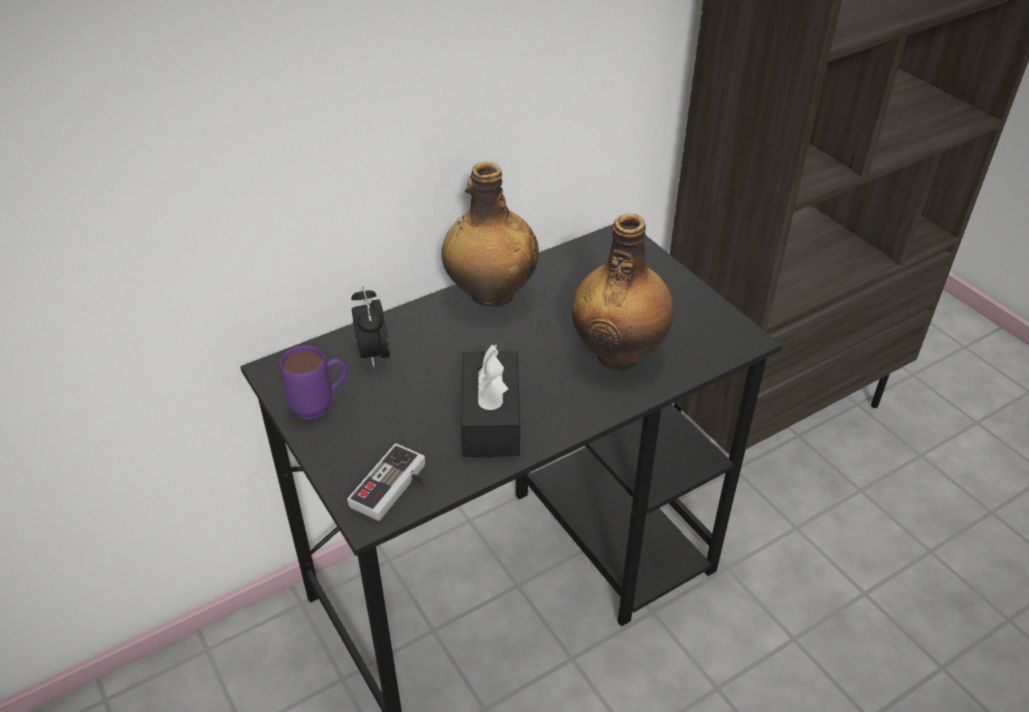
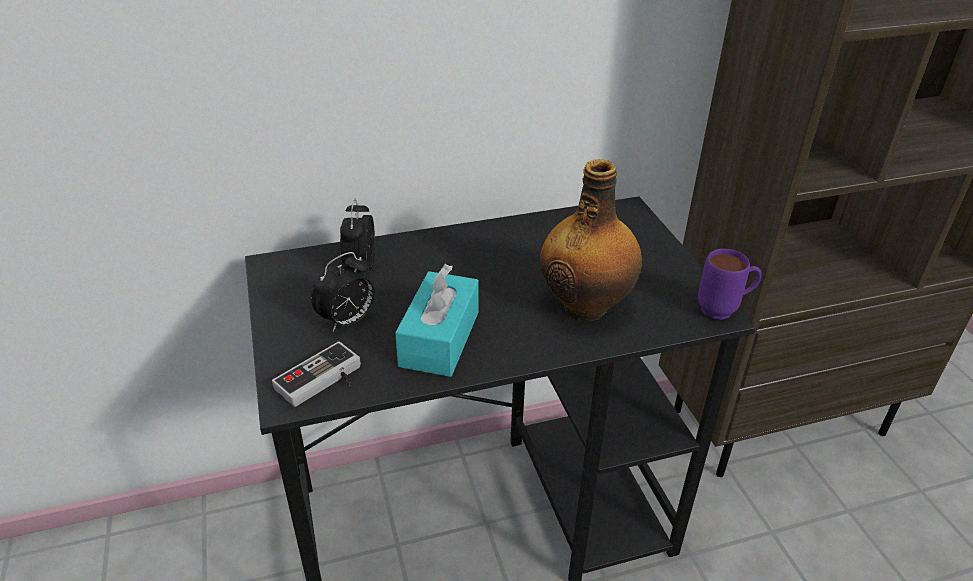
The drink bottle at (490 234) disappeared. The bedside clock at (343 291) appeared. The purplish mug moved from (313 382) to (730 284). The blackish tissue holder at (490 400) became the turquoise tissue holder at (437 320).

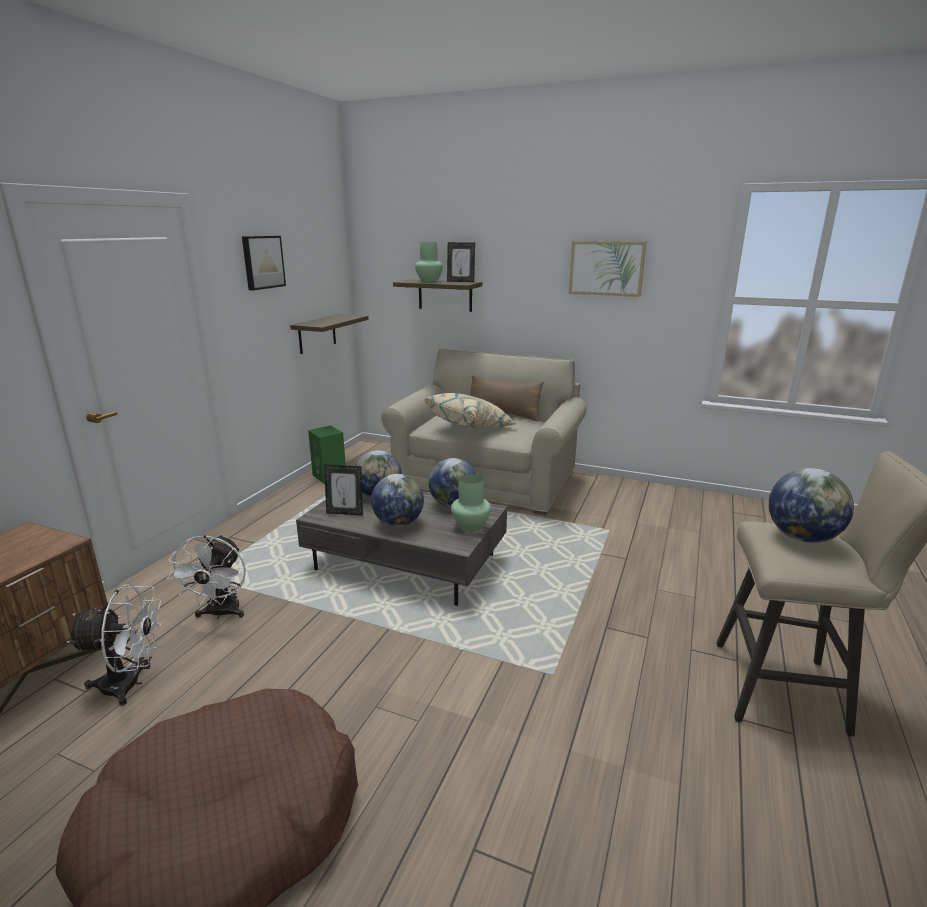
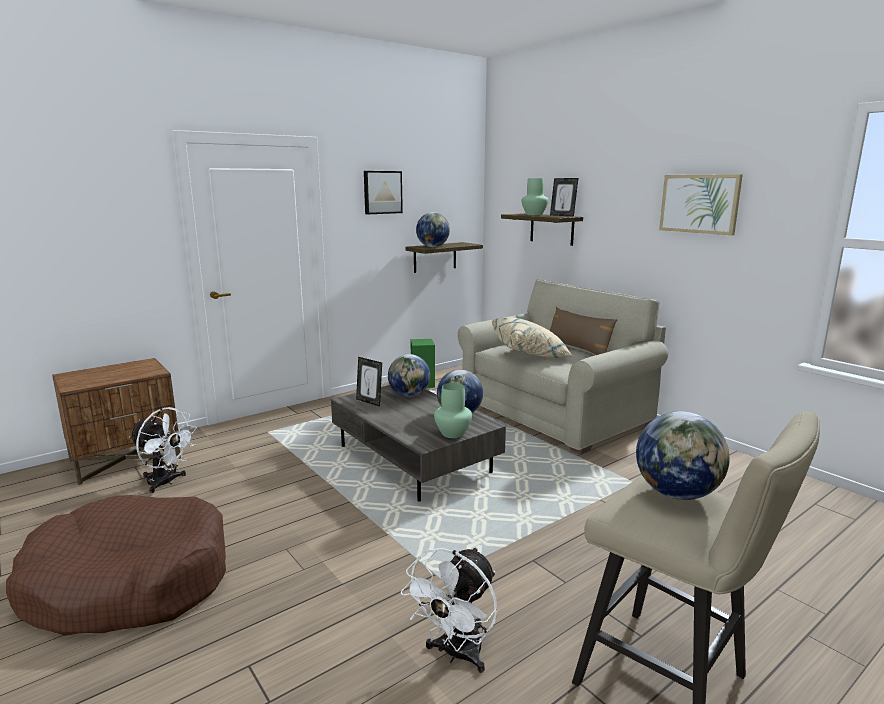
The whitish cooling fan moved from (206 577) to (449 610). The globe moved from (397 500) to (433 229).

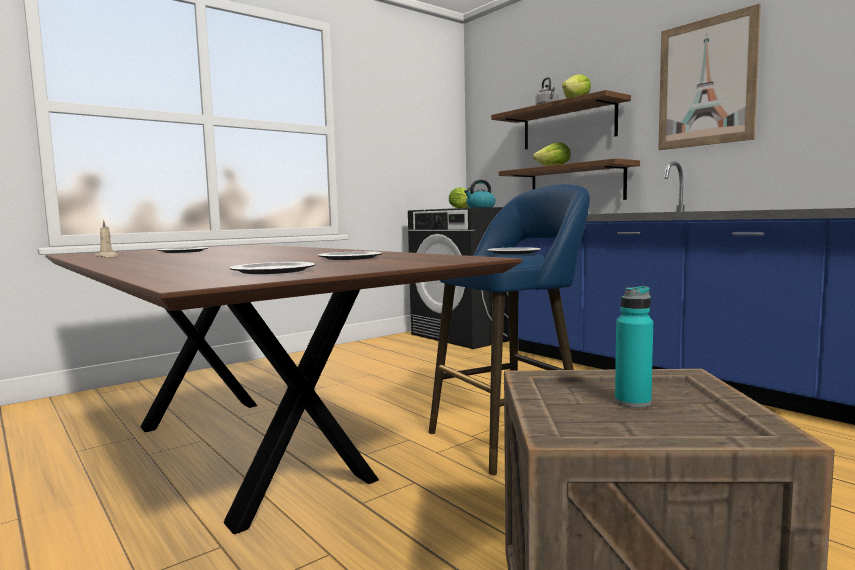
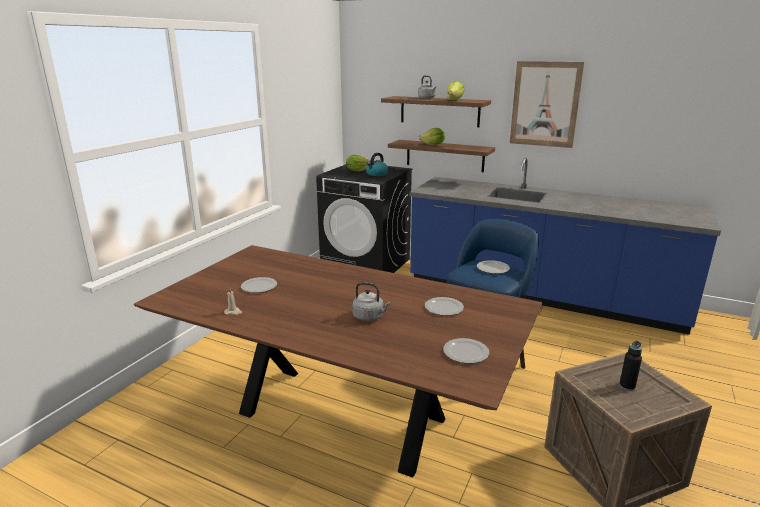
The greyish tea kettle at (371 301) appeared. The turquoise drink bottle at (634 347) became the blackish drink bottle at (630 366).

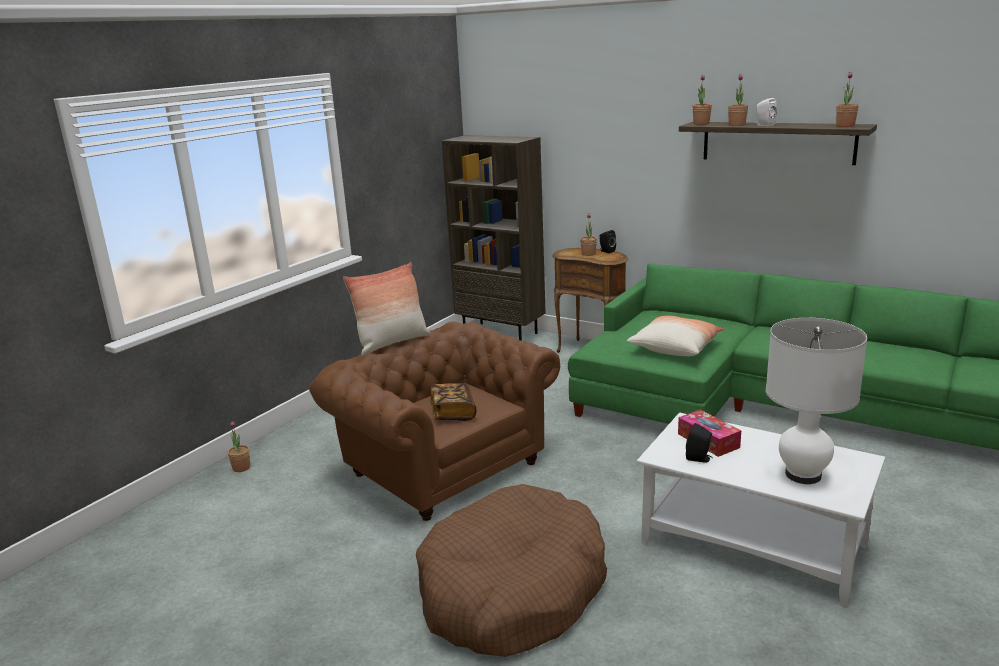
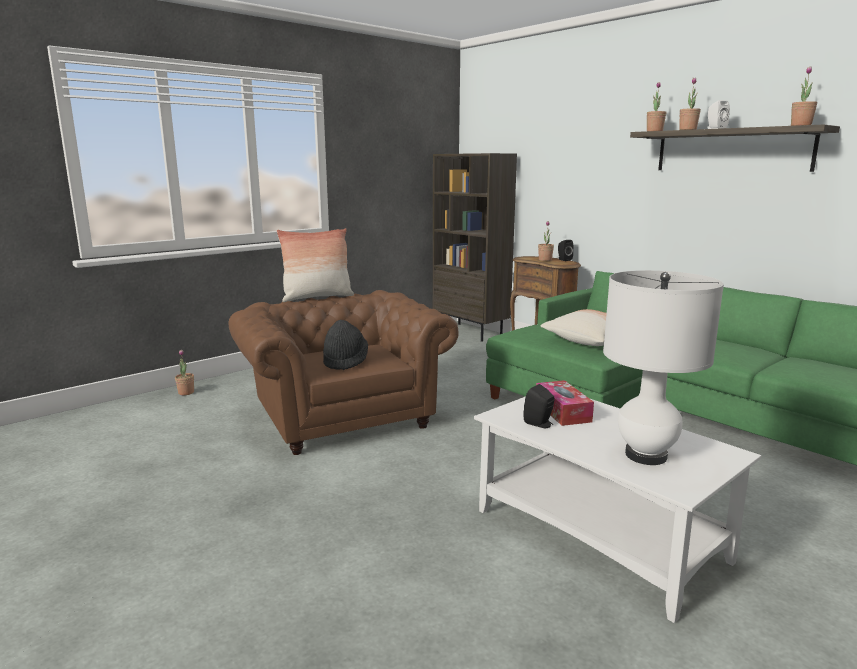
The brown-coloured pet bed at (511 570) disappeared. The volume at (453 402) was replaced by the blackish hat at (345 345).

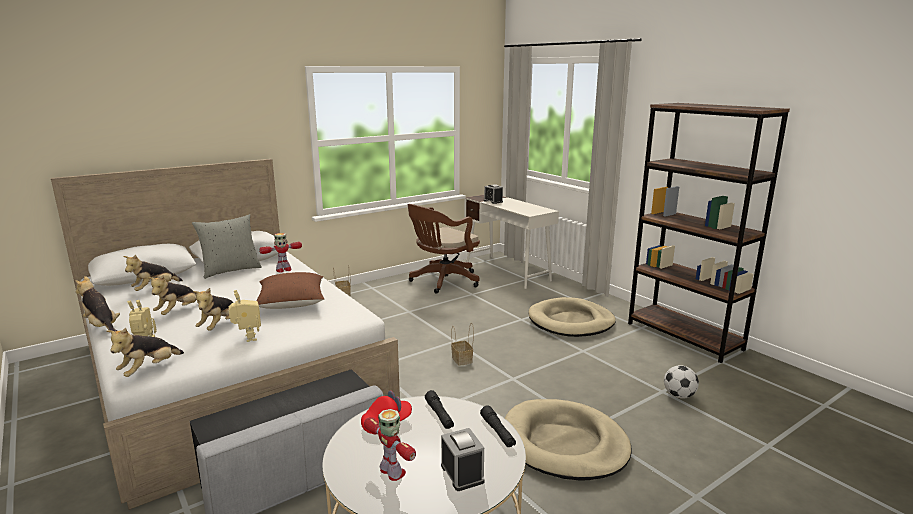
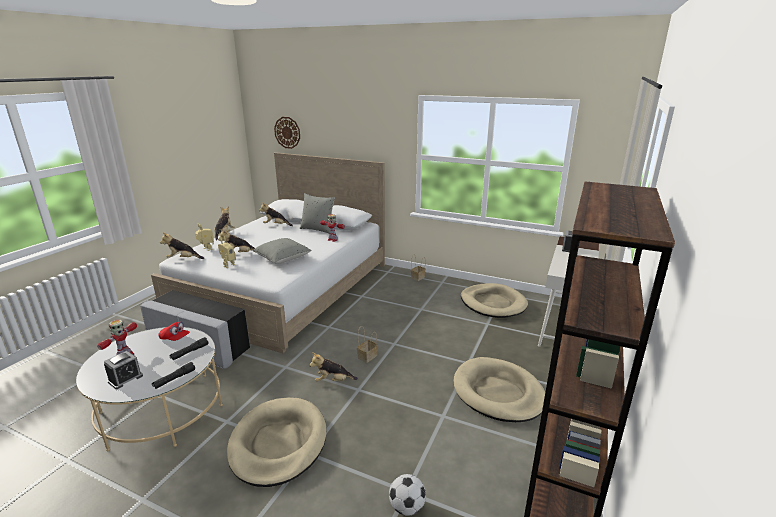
The wall clock at (287 133) appeared. The soft toy moved from (172 295) to (333 367). The brown-coloured desk chair at (444 249) was replaced by the beige-coloured pet bed at (494 300). The brown-coloured pillow at (290 290) became the greyish pillow at (282 250).

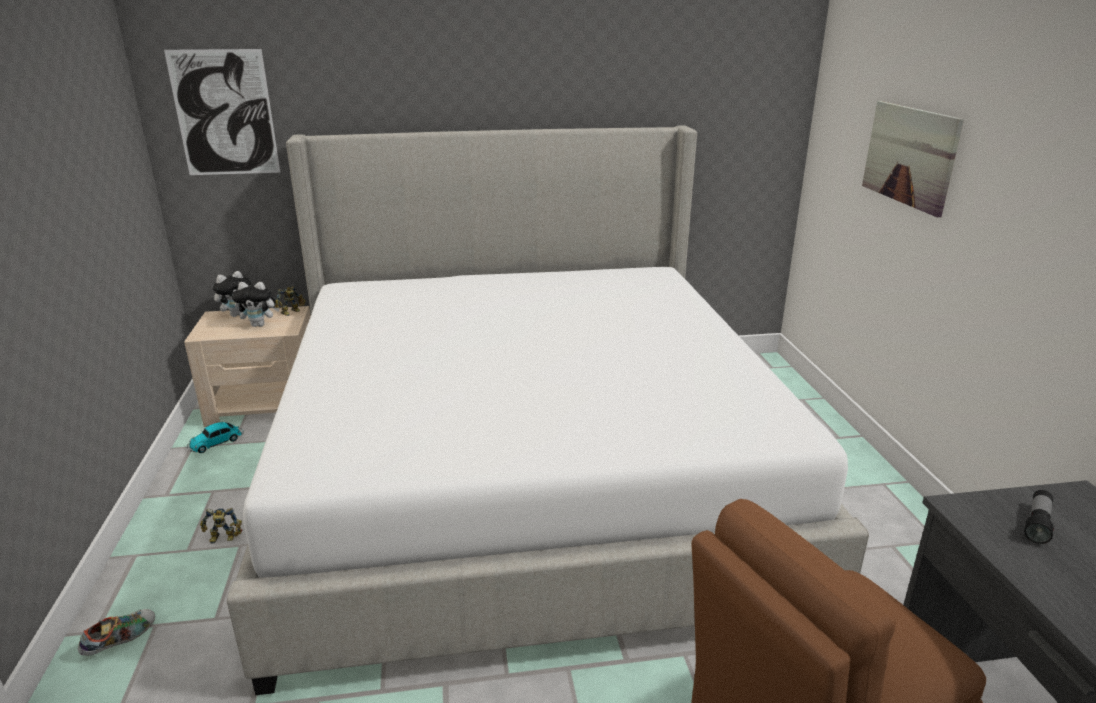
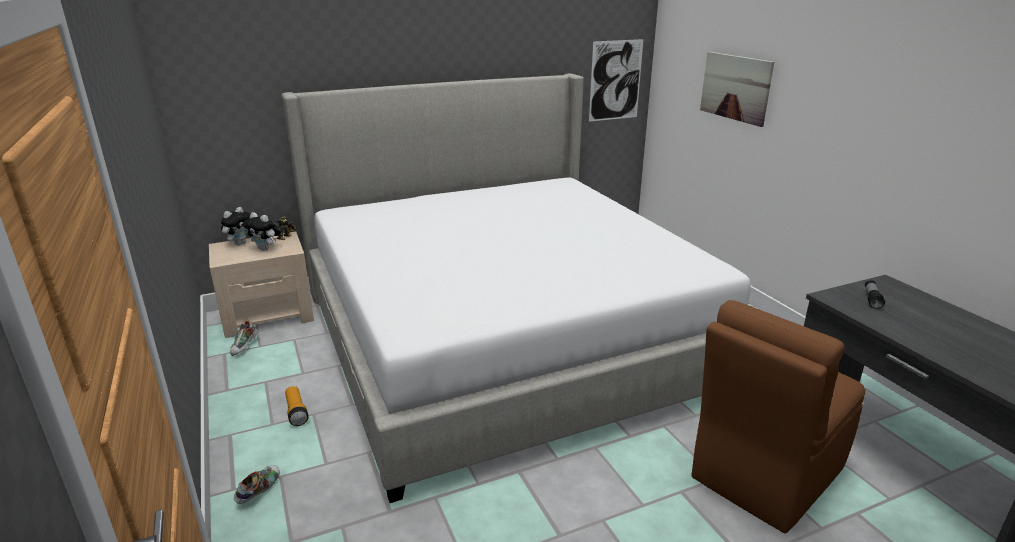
The picture moved from (222 112) to (616 80). The miniature car at (215 437) was replaced by the low shoe at (244 338). The robot figure at (221 525) was replaced by the hand torch at (297 406). The soft toy at (255 304) turned 45 degrees clockwise.

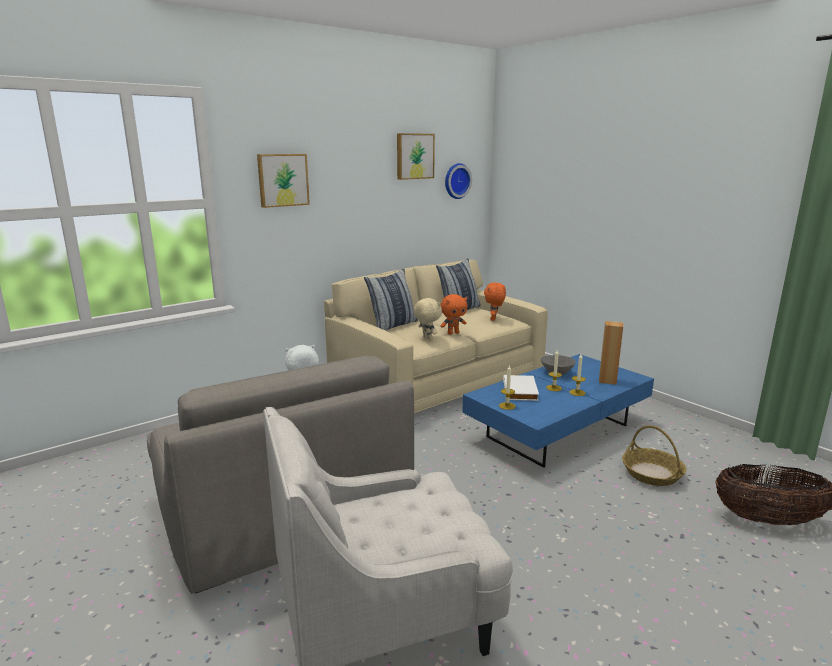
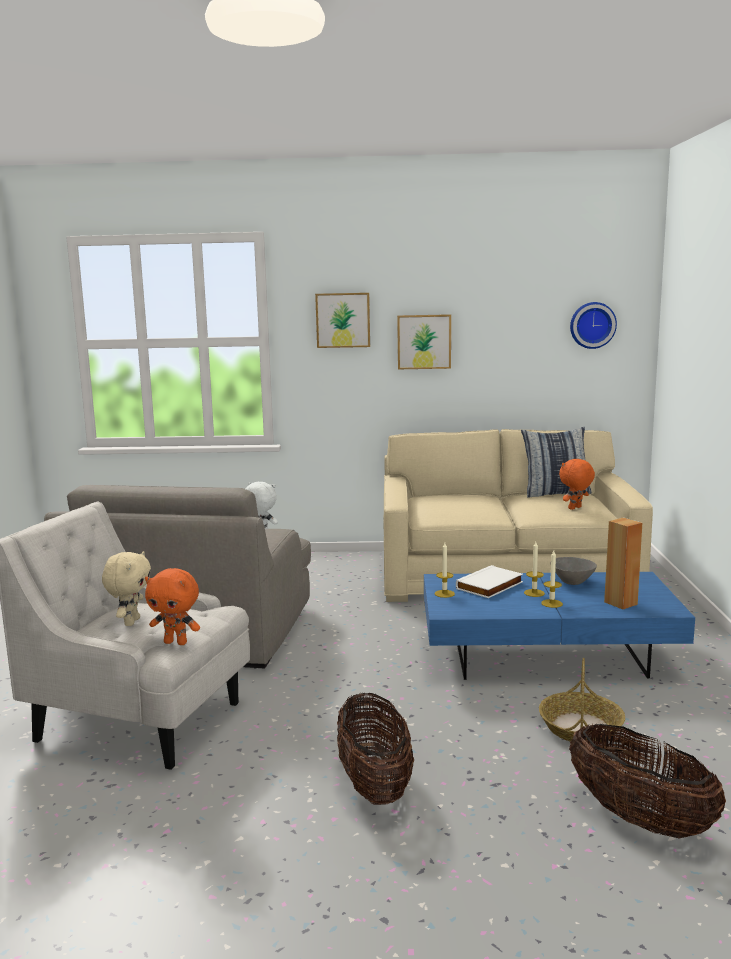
The pillow at (391 300) disappeared. The household basket at (375 749) appeared. The picture moved from (416 156) to (424 341). The beige-coloured soft toy moved from (428 319) to (126 588). The orange-coloured soft toy moved from (453 314) to (172 606).

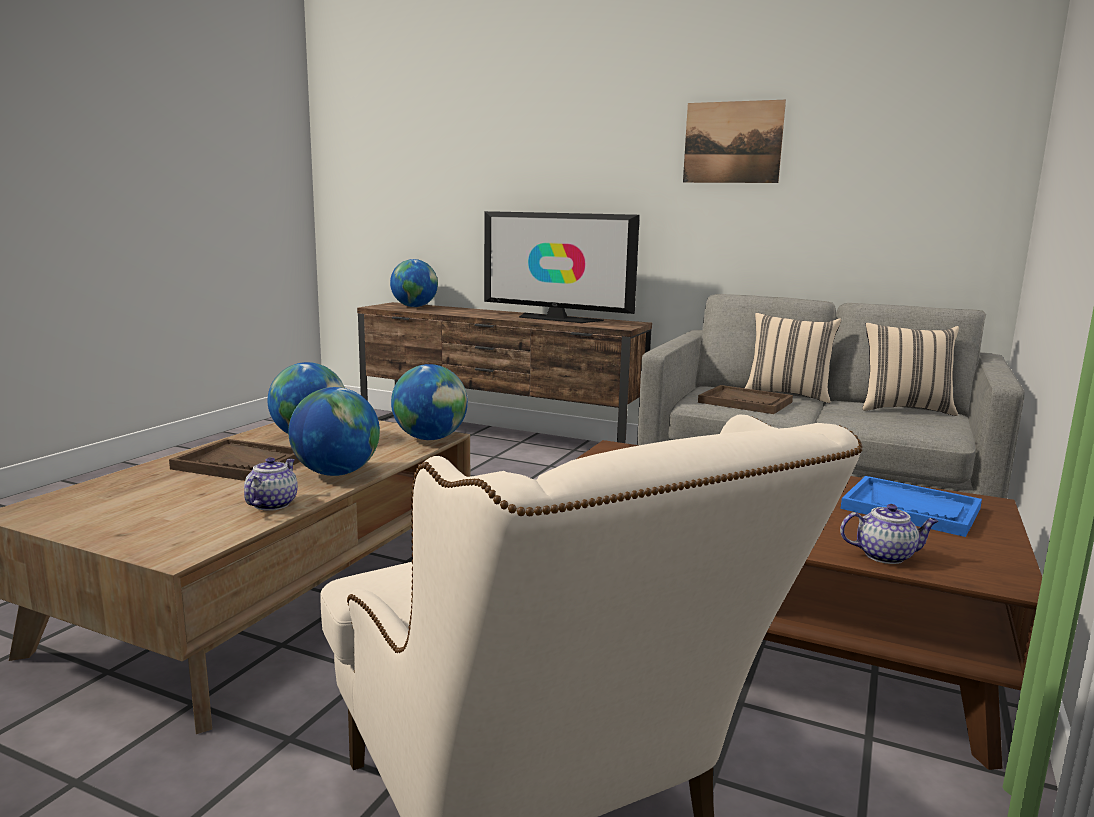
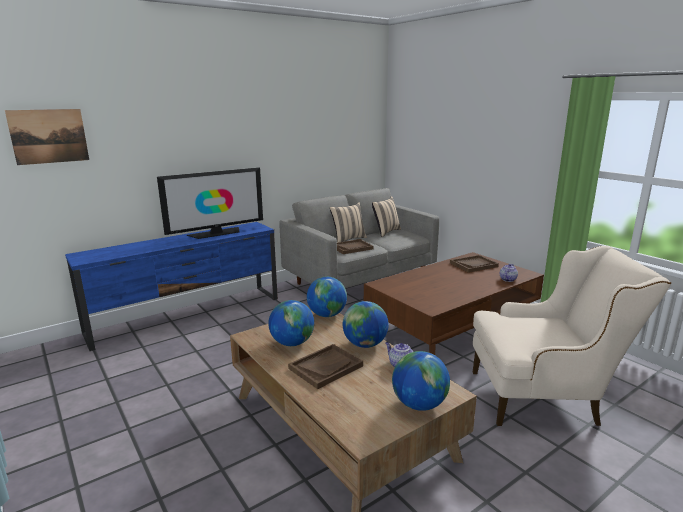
The globe moved from (414 283) to (421 381). The picture moved from (734 141) to (47 137). The brown-coloured media console at (504 372) became the blue-coloured media console at (171 286). The blue-coloured tray at (911 506) became the brown-coloured tray at (474 264).

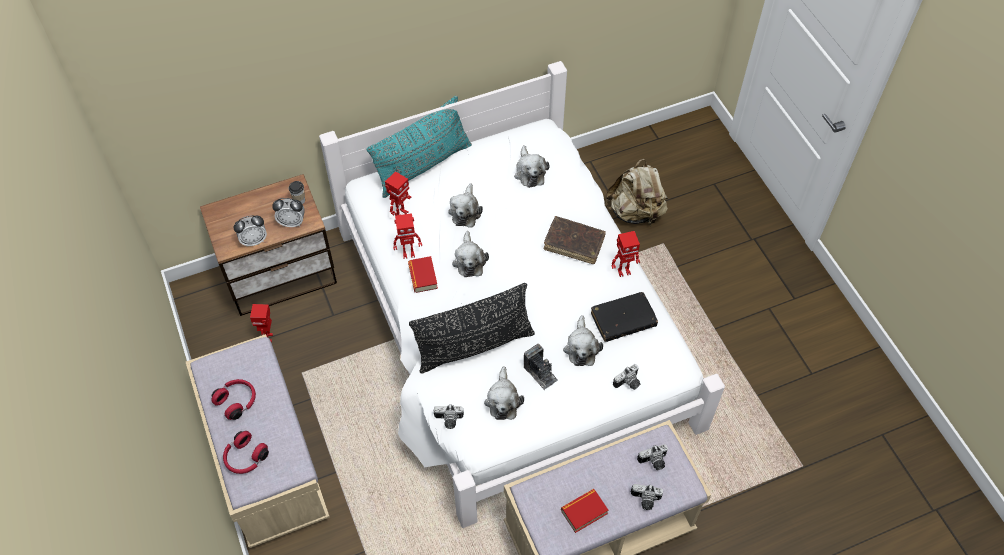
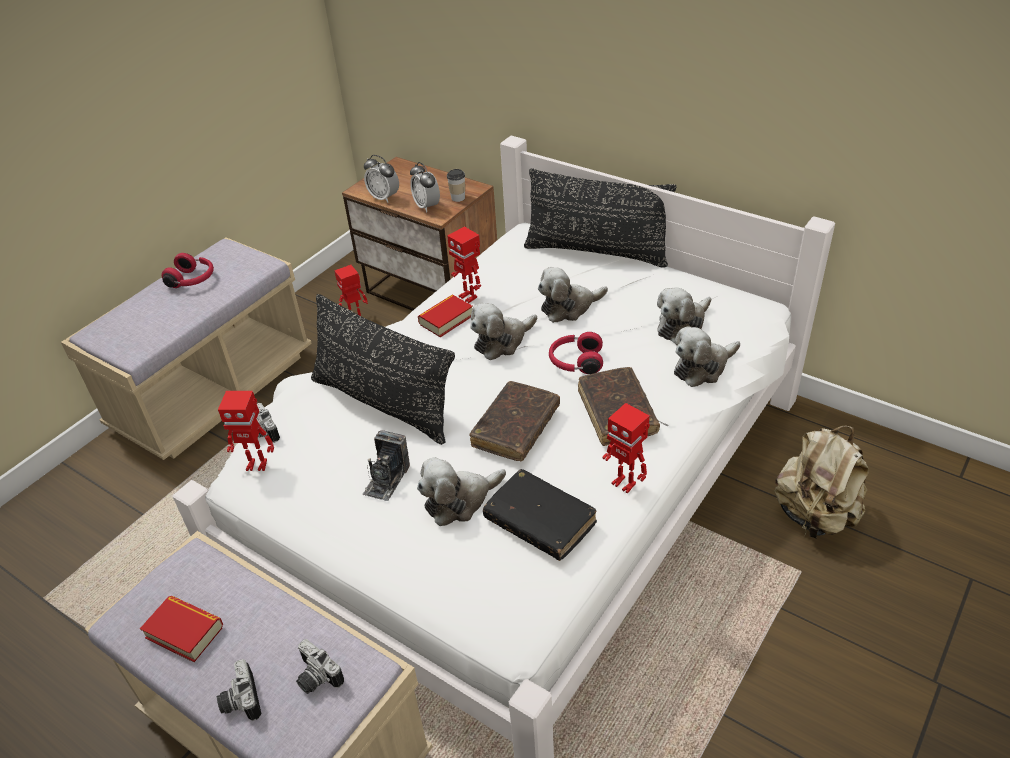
The photo camera at (626 377) disappeared. The brown-coloured volume at (514 421) appeared. The reddish headset moved from (246 452) to (576 353). The robot figure moved from (398 193) to (246 431). The soft toy moved from (504 393) to (707 357). The turquoise pillow at (419 147) became the blackish pillow at (600 218).

